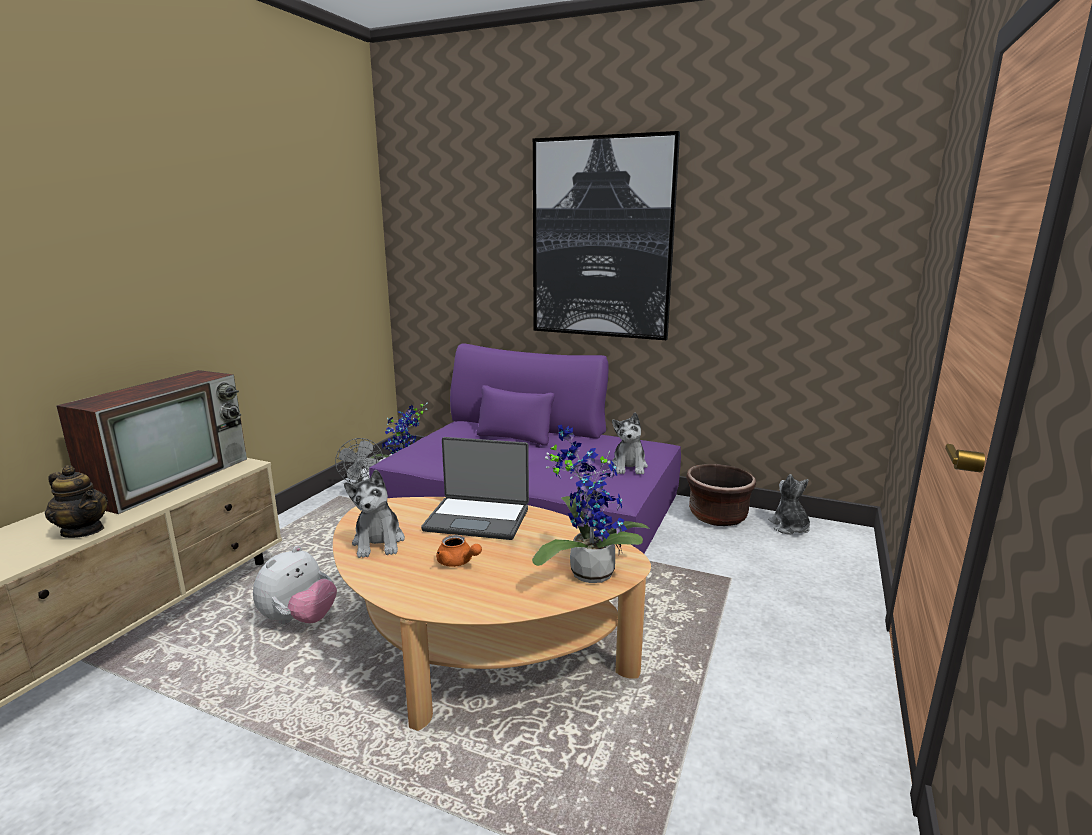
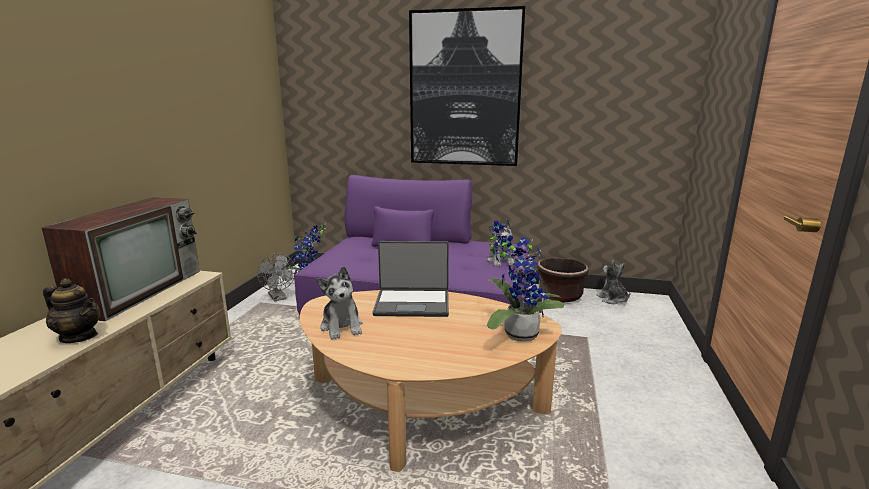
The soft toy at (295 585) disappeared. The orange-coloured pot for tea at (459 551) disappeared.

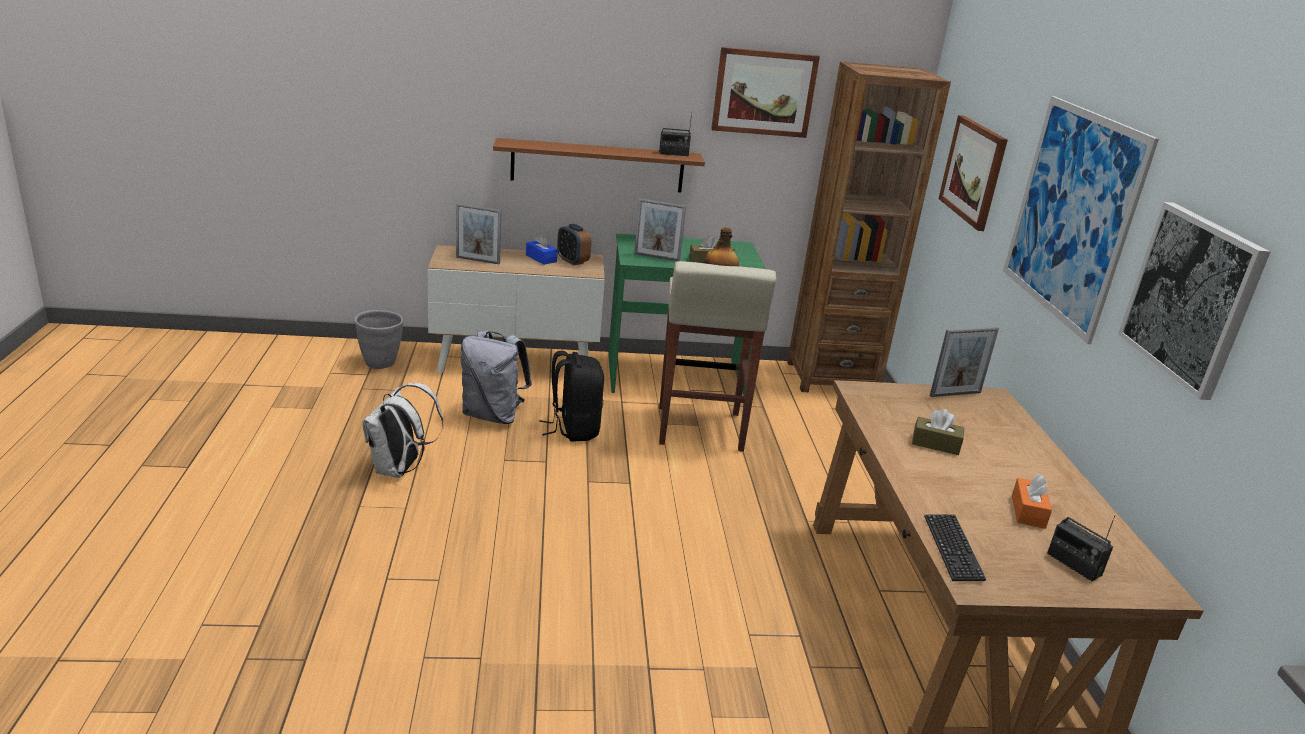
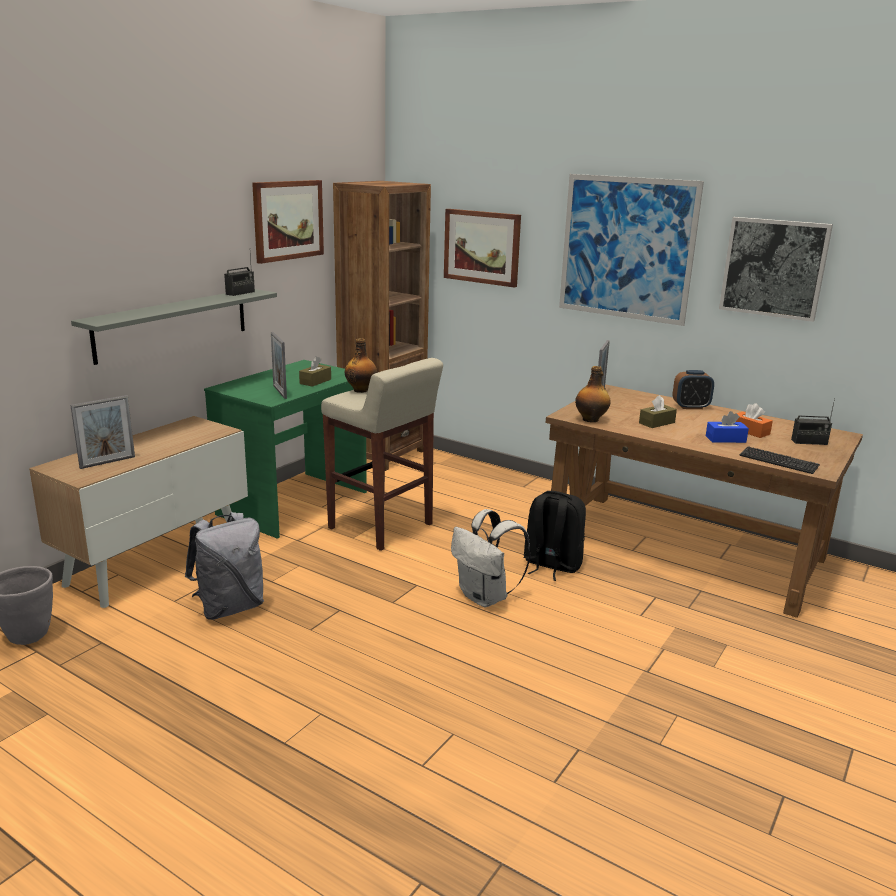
The drink bottle at (593 394) appeared. The whitish knapsack moved from (402 430) to (491 558). The blue-coloured tissue holder moved from (542 249) to (727 427). The blackish knapsack moved from (571 396) to (555 536). The bedside clock moved from (574 245) to (693 389). The brown-coloured shelf at (599 165) became the greyish shelf at (174 327). The standing frame at (660 230) turned 105 degrees clockwise.

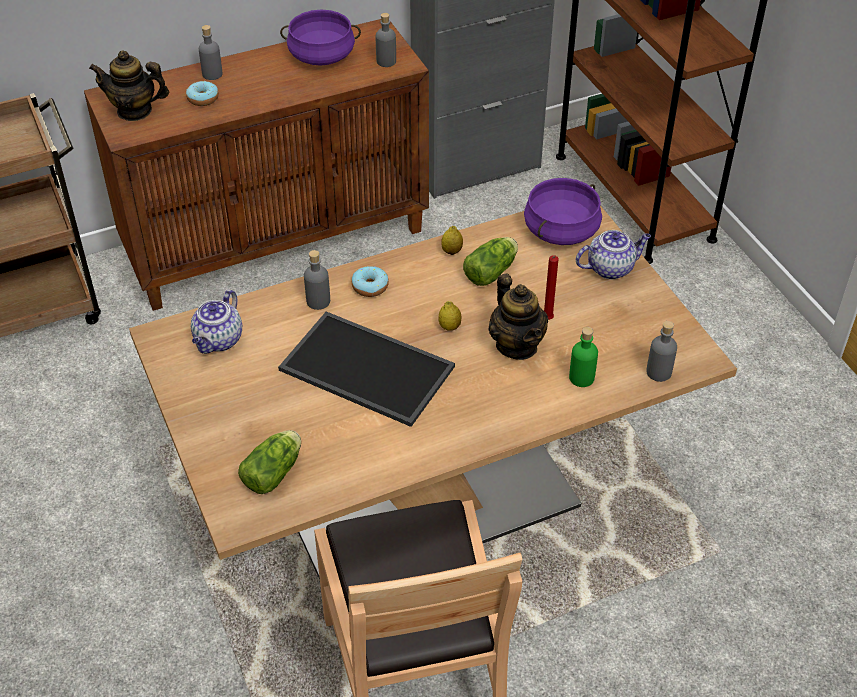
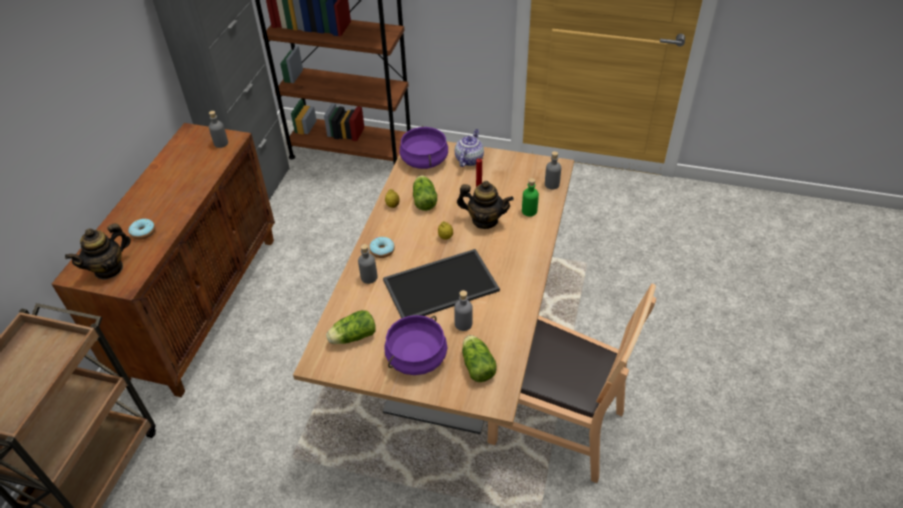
The greyish drink bottle moved from (211 52) to (463 310). The purplish cooking pot moved from (320 38) to (415 345). The pot for tea at (216 322) was replaced by the lettuce head at (351 327).

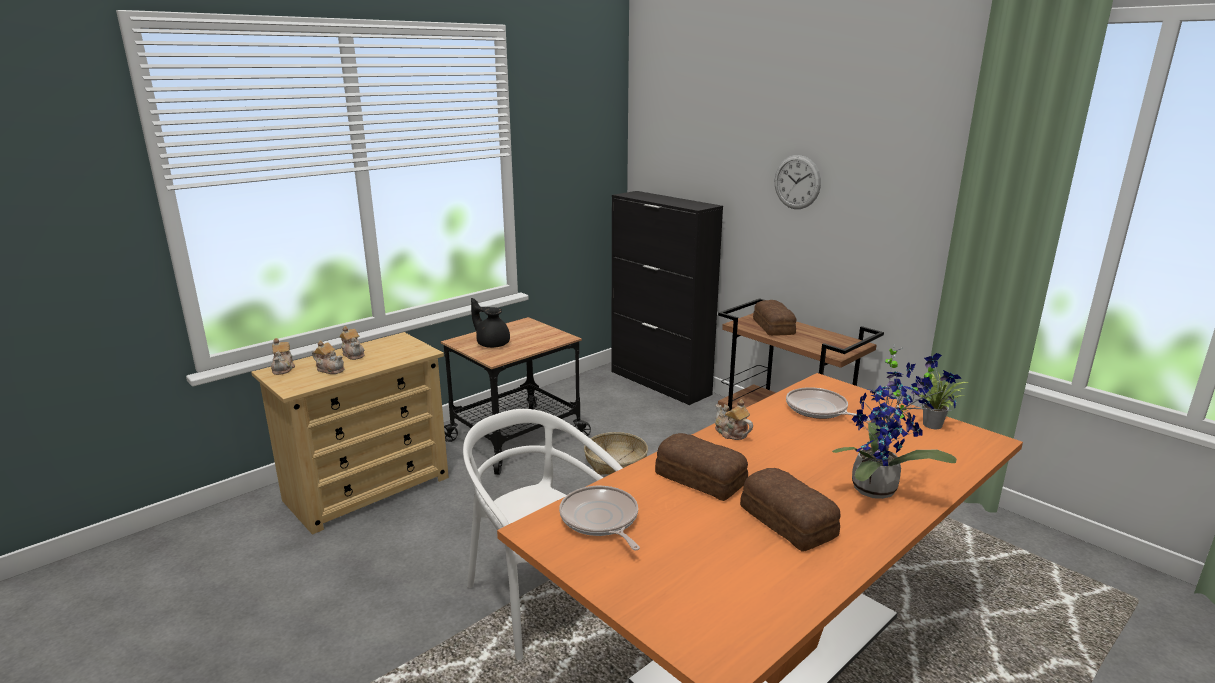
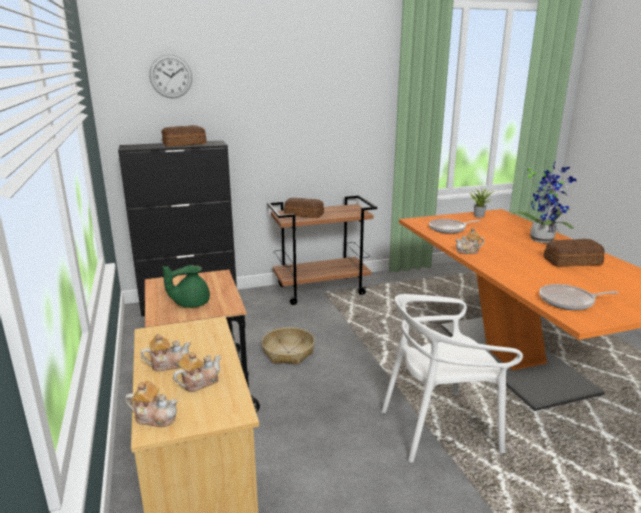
The bread moved from (701 467) to (183 136). The wall clock moved from (798 182) to (170 76). The blackish pot for tea at (490 323) became the green-coloured pot for tea at (186 286).

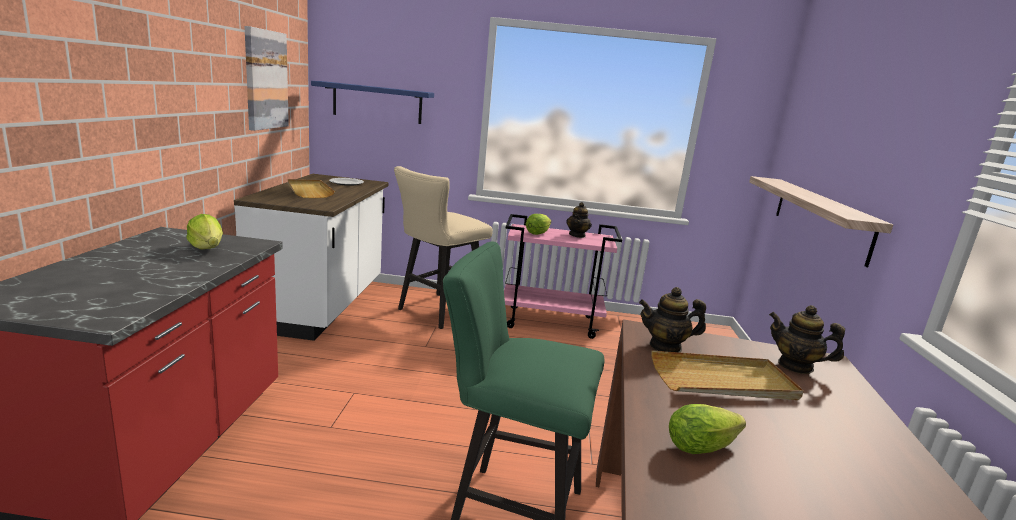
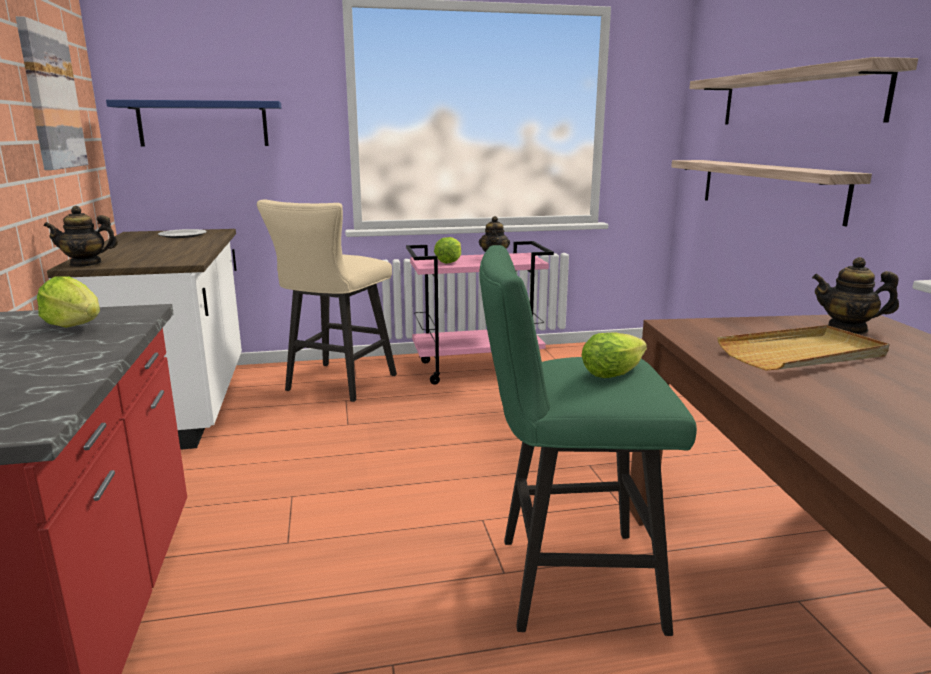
The beige-coloured tray at (311 188) disappeared. The shelf at (803 91) appeared. The pot for tea moved from (672 320) to (80 236). The lettuce head moved from (707 429) to (614 355).

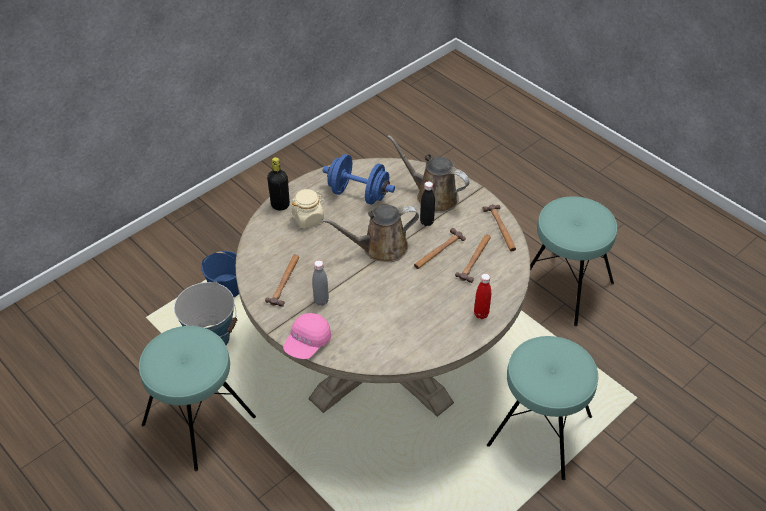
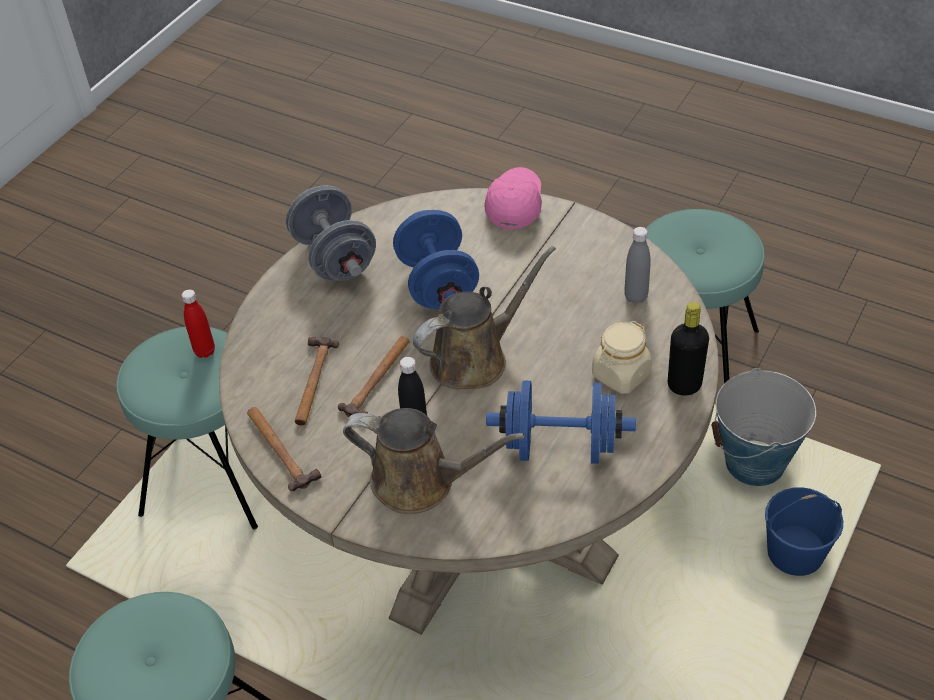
The hammer at (282 281) disappeared. The greyish free weight at (331 233) appeared. The blue-coloured free weight at (436 260) appeared. The greyish drink bottle moved from (320 283) to (637 265). The reddish drink bottle moved from (482 296) to (198 323).

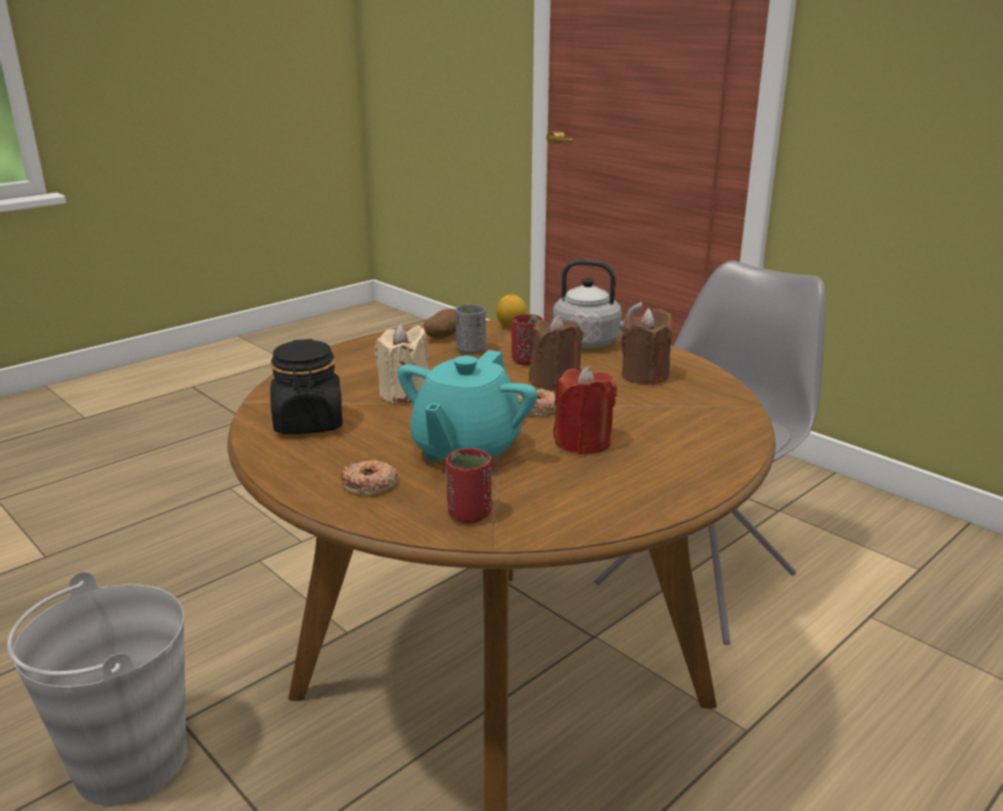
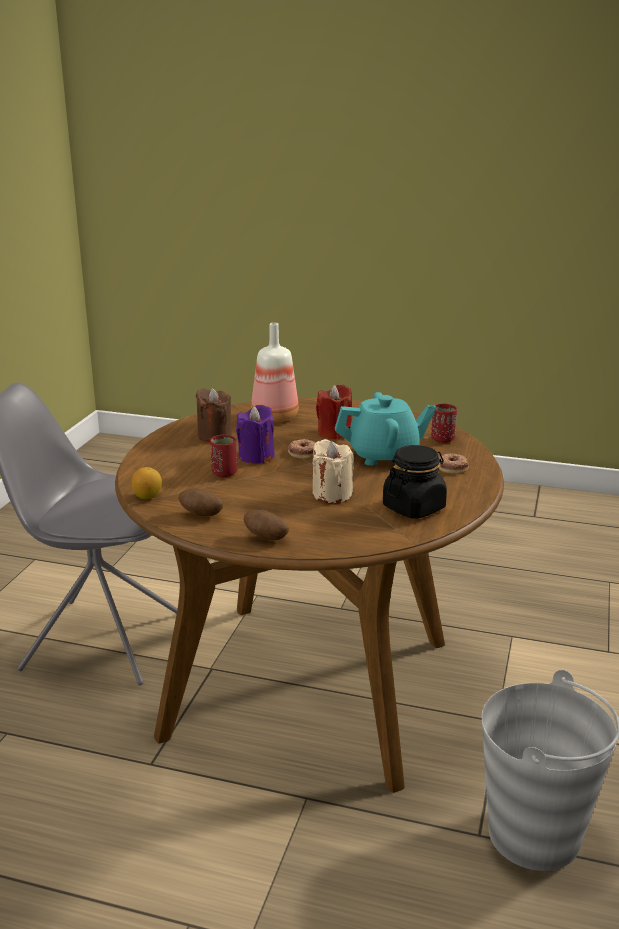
The greyish cup at (470 329) disappeared. The greyish tea kettle at (597 303) disappeared. The spud at (266 525) appeared. The drink bottle at (274 372) appeared. The brown-coloured wax light at (556 353) became the purplish wax light at (255 434).

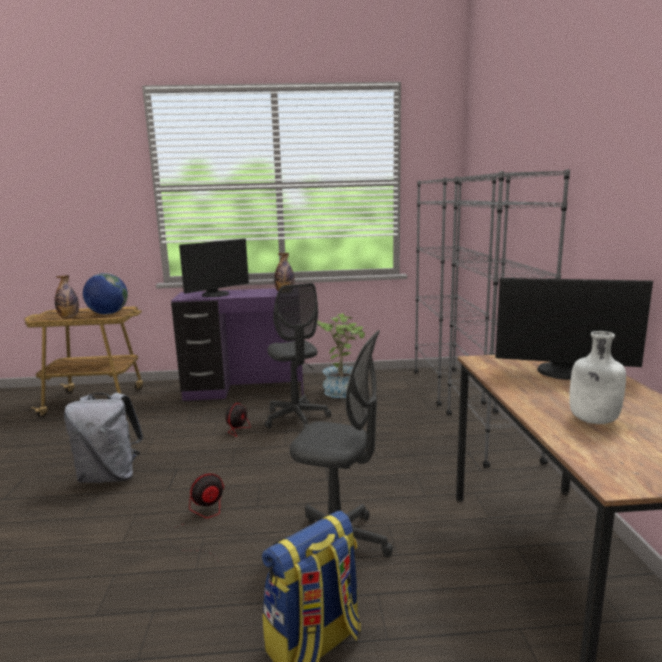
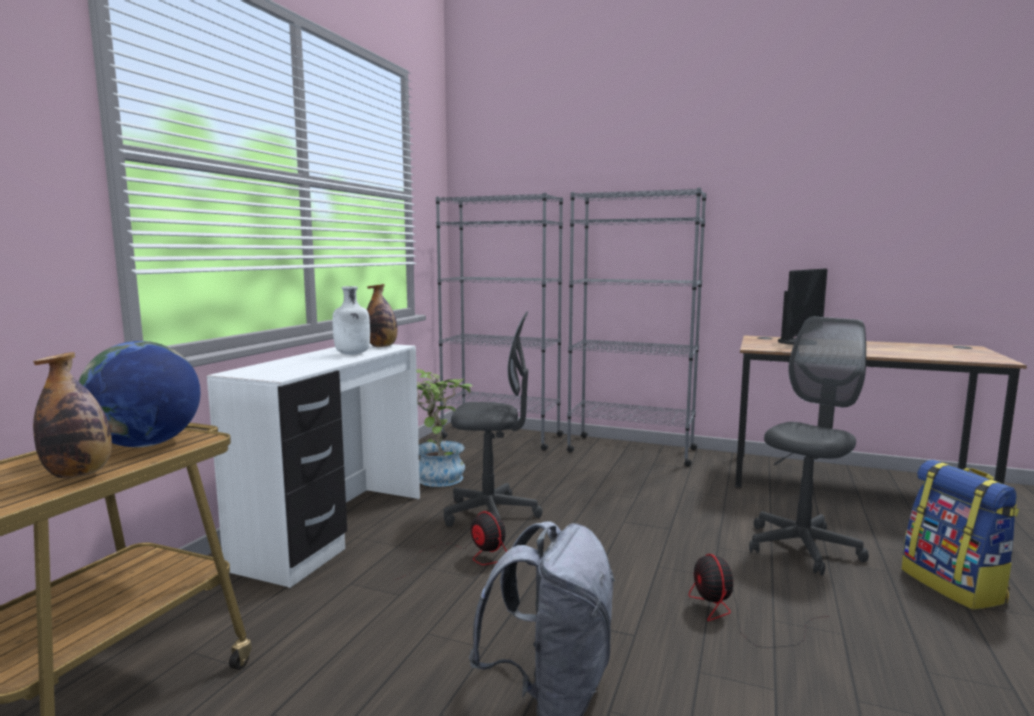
The monitor at (214 268) disappeared. The whitish drink bottle moved from (597 377) to (351 320). The purplish desk unit at (237 344) became the whitish desk unit at (313 466).

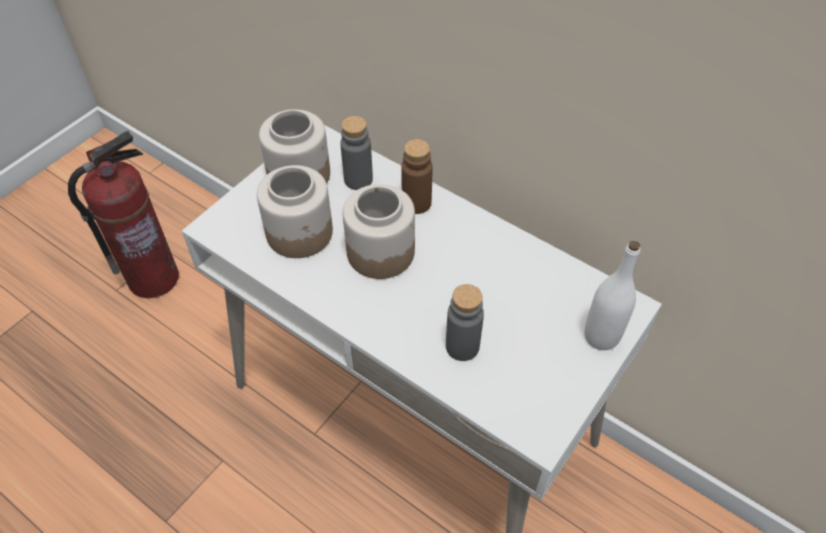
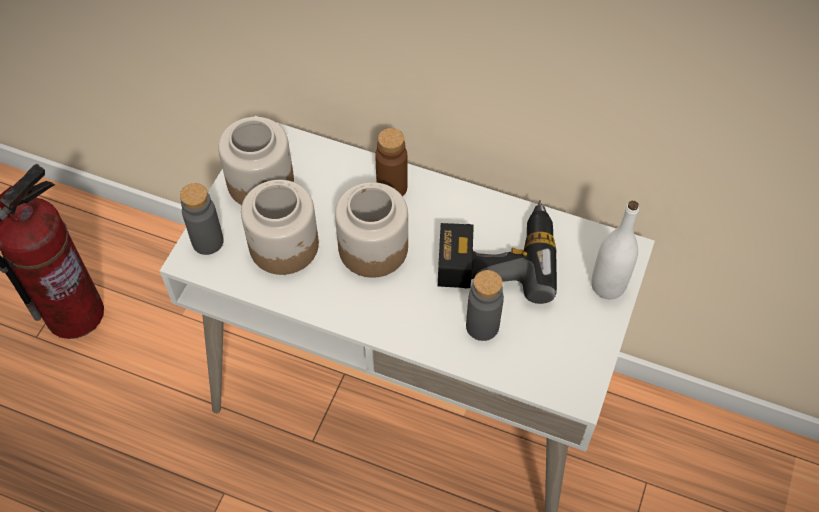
The electric drill at (497 252) appeared. The greyish drink bottle moved from (356 153) to (202 219).

